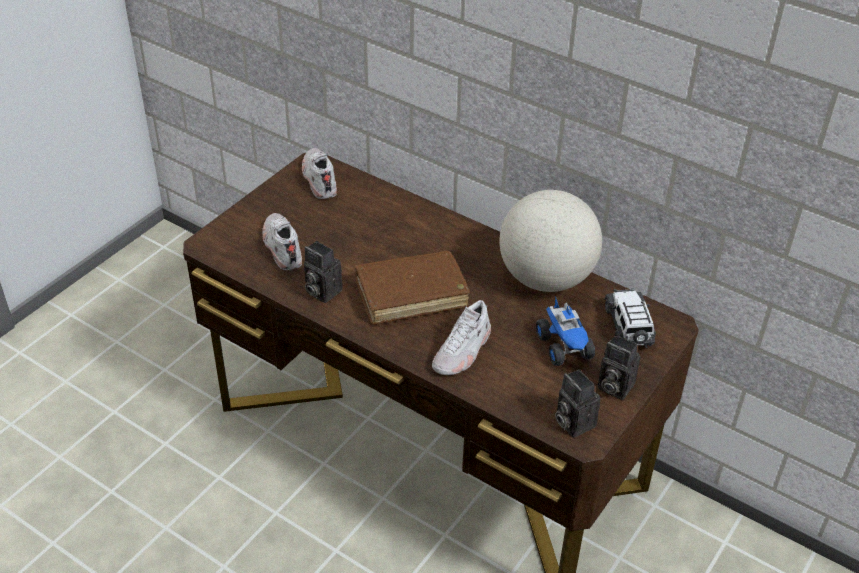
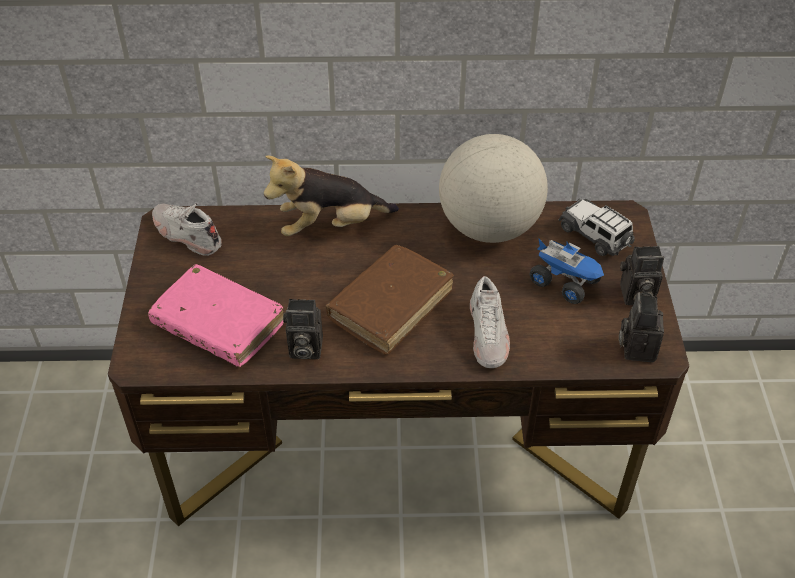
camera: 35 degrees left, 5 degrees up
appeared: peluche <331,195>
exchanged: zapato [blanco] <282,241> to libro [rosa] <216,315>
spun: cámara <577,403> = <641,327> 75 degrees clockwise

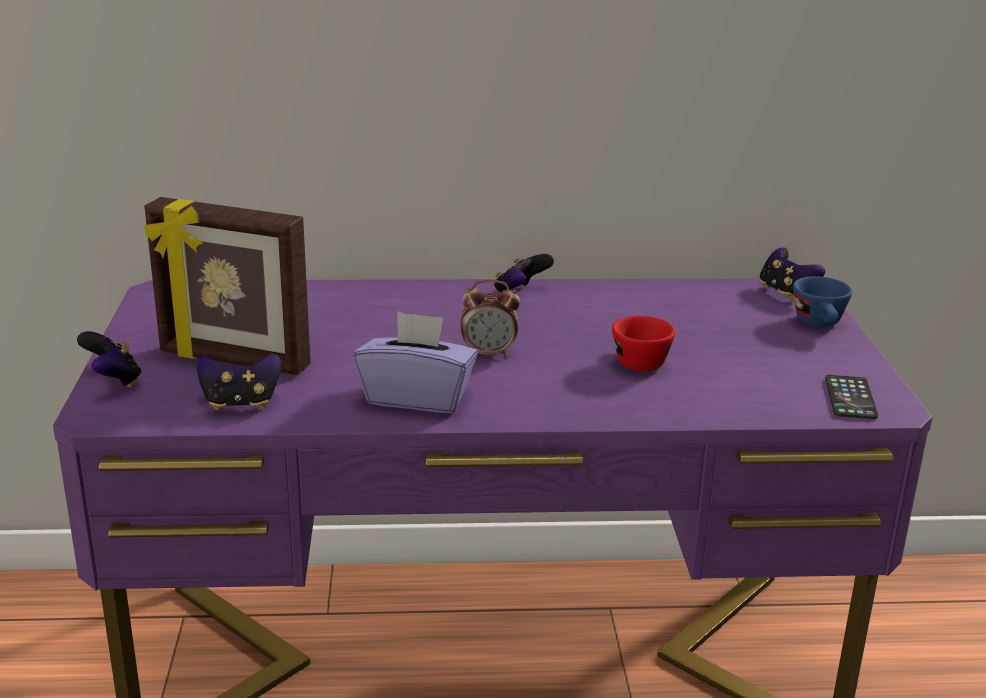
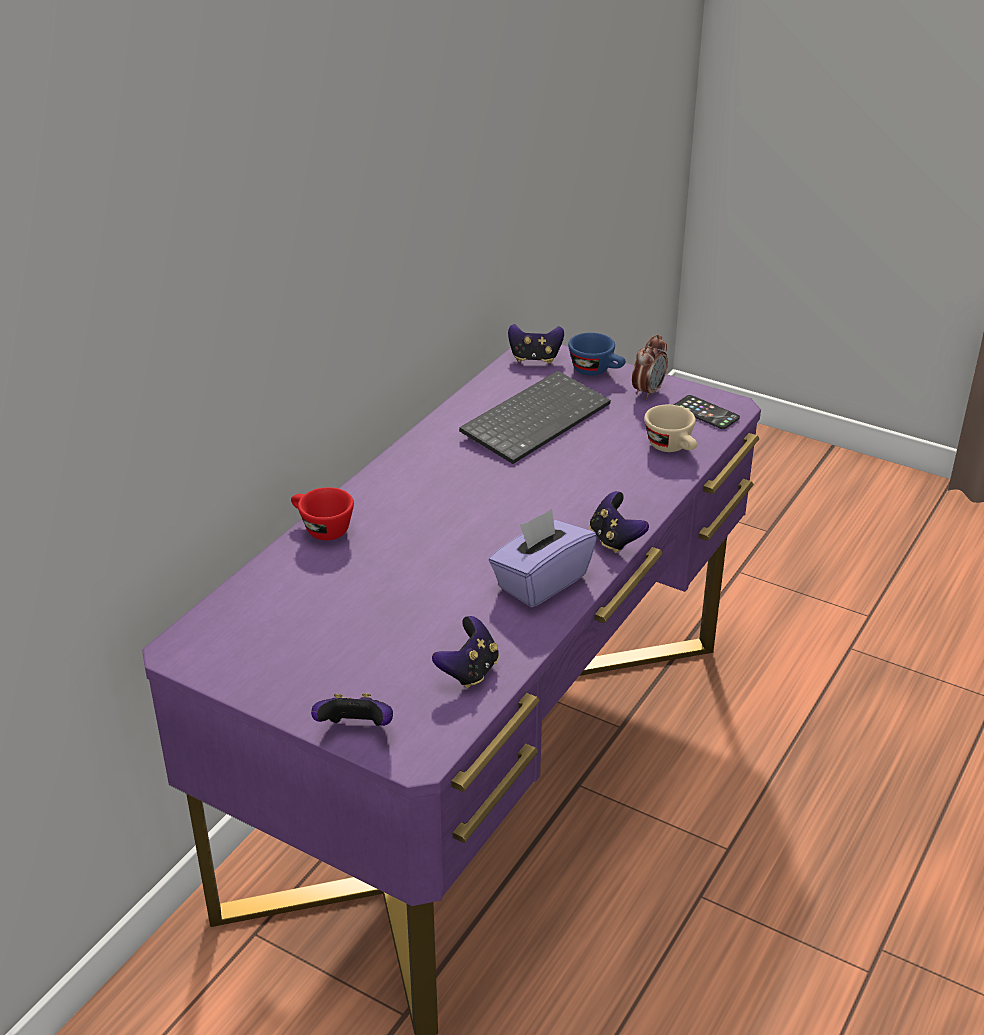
camera: 55 degrees left, 10 degrees up
missing: portarretratos <227,286>
appeared: teclado <535,417>; taza [beis] <670,428>
relocated: mando de consola <524,273> to <619,522>; despertador <490,319> to <650,366>; taza [rojo] <643,343> to <322,513>

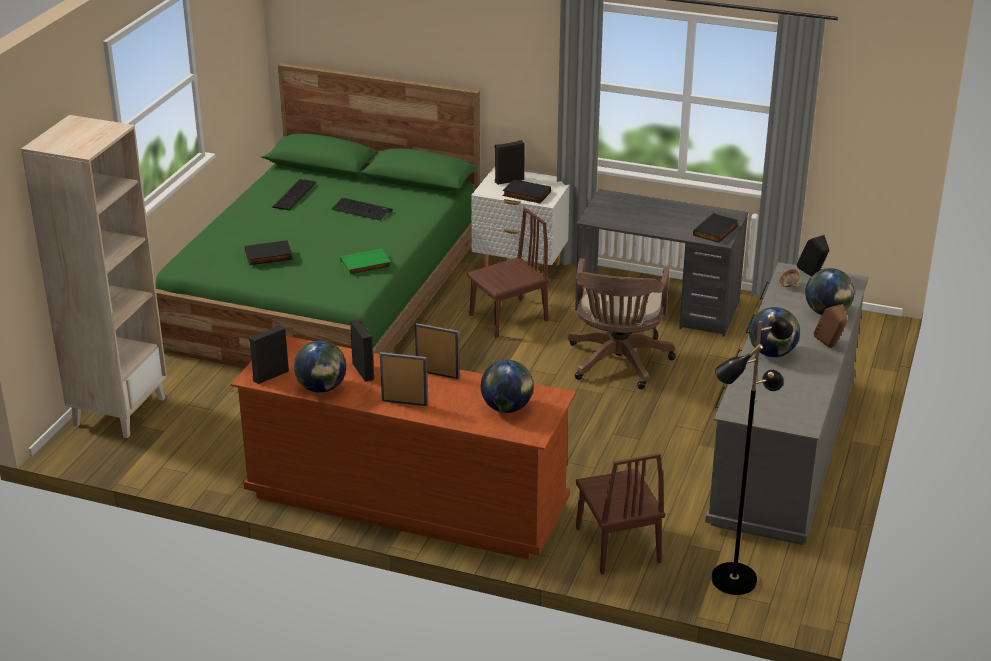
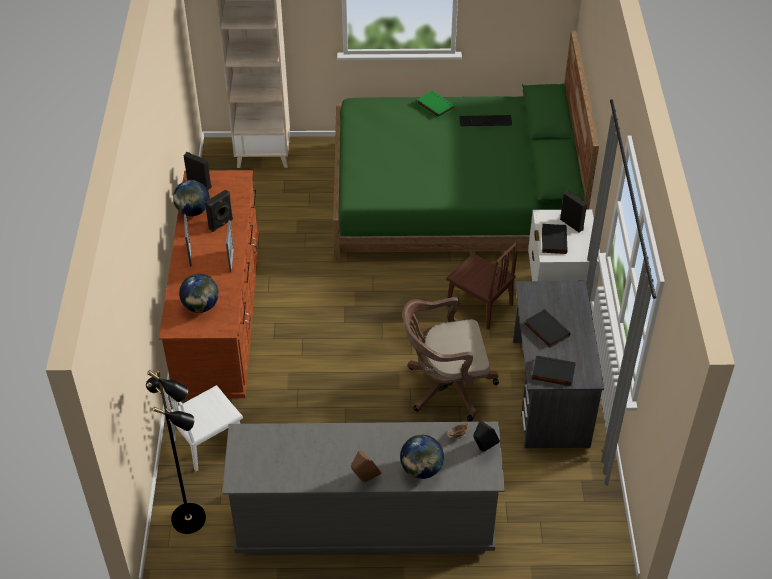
camera: 70 degrees right, 15 degrees up
missing: teclado <362,209>; globo terráqueo <774,332>
relocated: libro [negro] <269,252> to <547,328>; libro [verde] <365,262> to <435,104>
colour: silla [marrón] <620,514> to silla [blanco] <203,428>

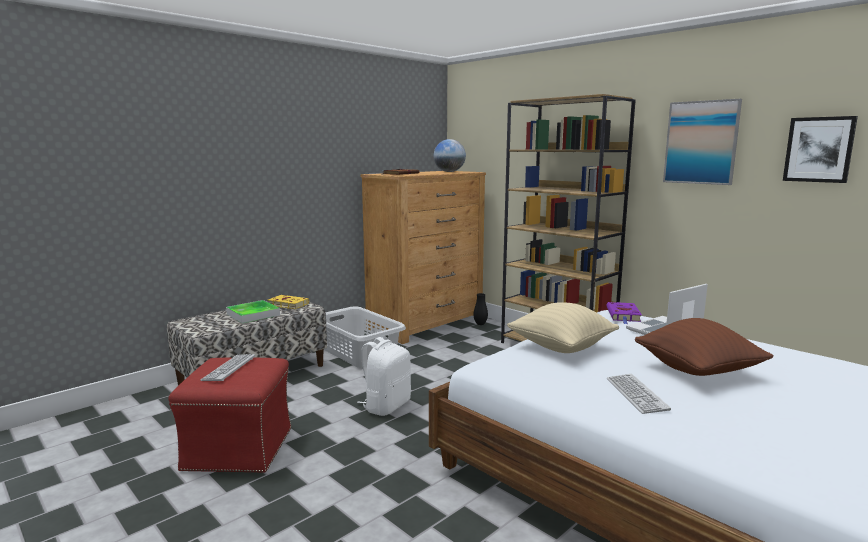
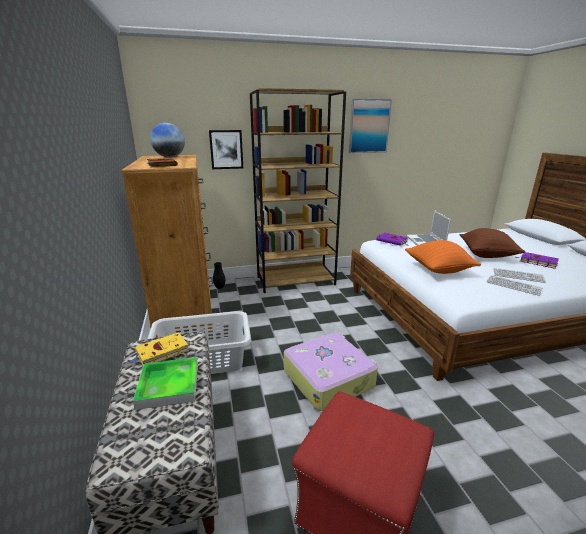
camera: 60 degrees left, 10 degrees up
appeared: libro [morado] <537,260>
relocated: cuadro <820,149> to <226,149>; teclado <227,367> to <514,285>
exchanged: mochila [blanco] <384,376> to maleta <331,372>
colour: cojín [beis] <563,327> to cojín [naranja] <443,257>

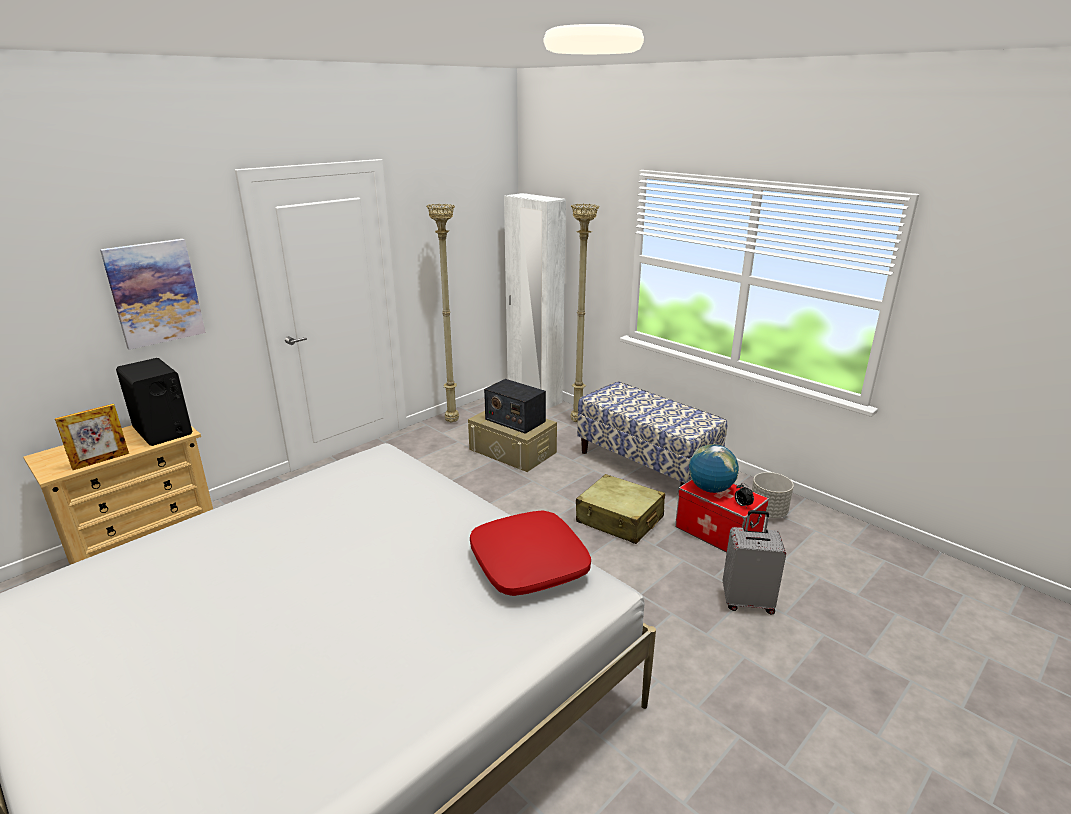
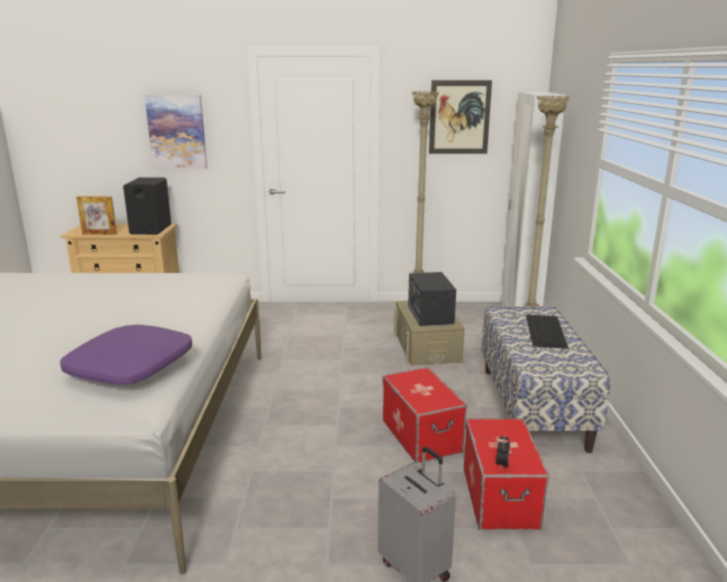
camera: 45 degrees right, 5 degrees down
missing: globo terráqueo <714,468>; maceta [gris] <773,495>
appeared: cuadro <460,117>; teclado <547,332>
exchanged: maleta [beis] <620,509> to caja de almacenaje <425,415>
colour: cojín [rojo] <530,553> to cojín [morado] <126,355>

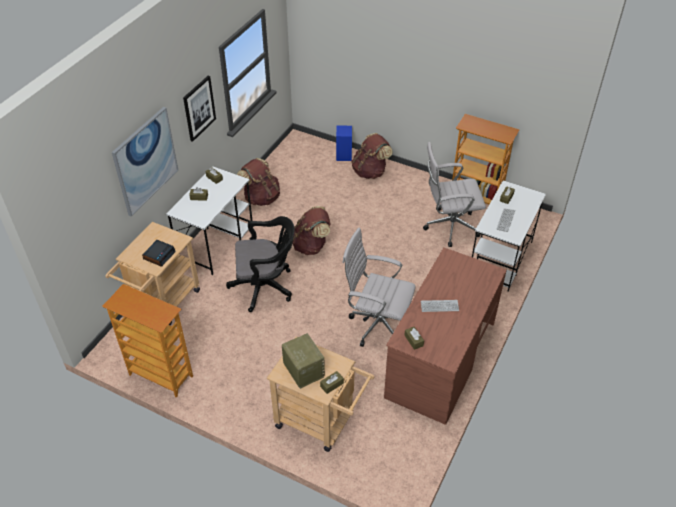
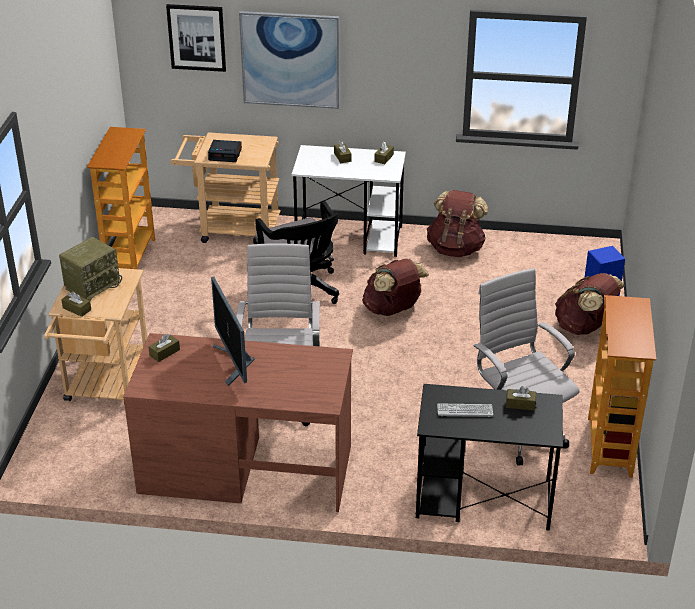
camera: 70 degrees right, 10 degrees down
relocated: cuadro <199,109> to <196,38>
exchanged: teclado <440,306> to monitor <233,331>
colour: escritorio [blanco] <509,236> to escritorio [negro] <489,457>

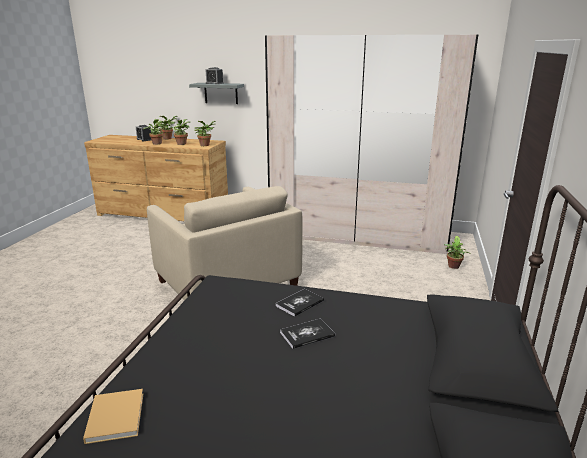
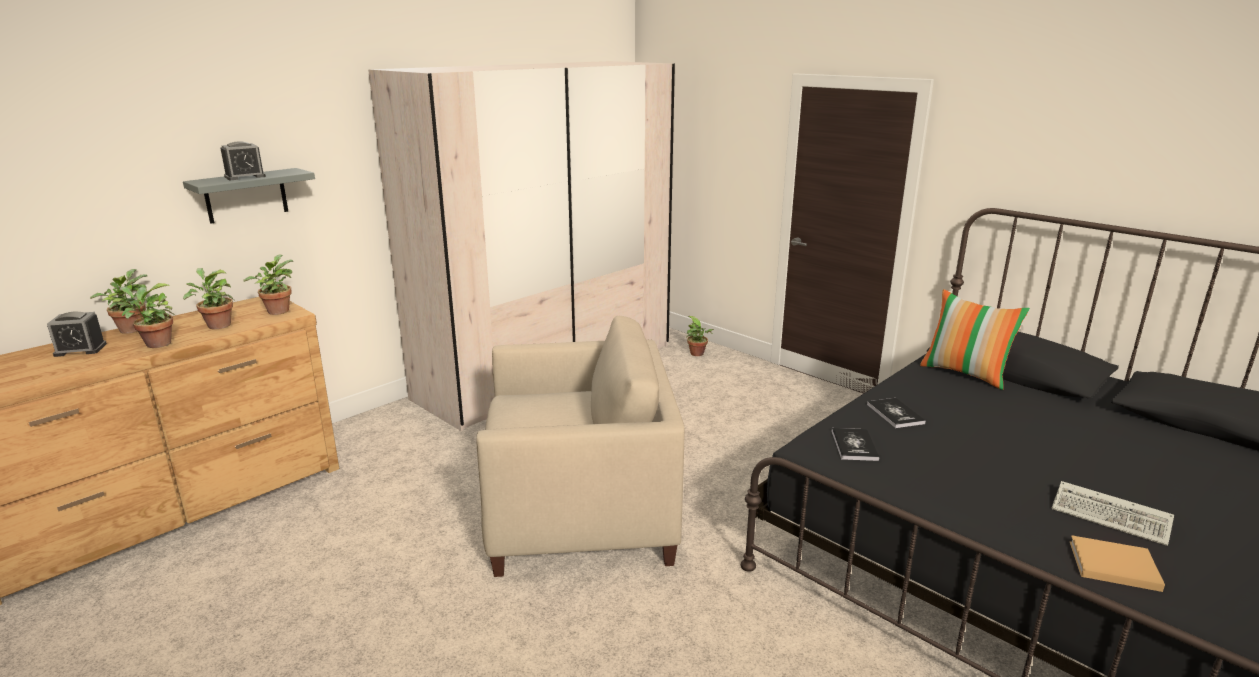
camera: 60 degrees left, 0 degrees up
appeared: cojín <975,339>; teclado <1112,513>
relocated: libro <307,333> to <855,444>

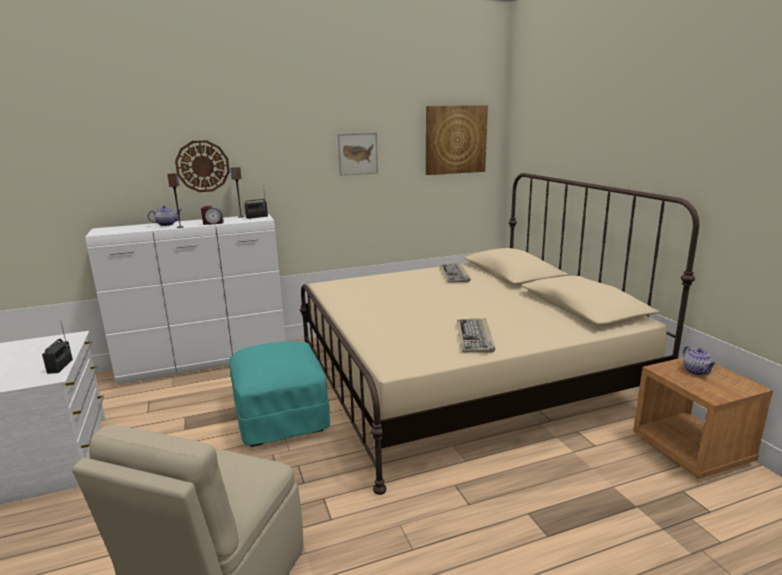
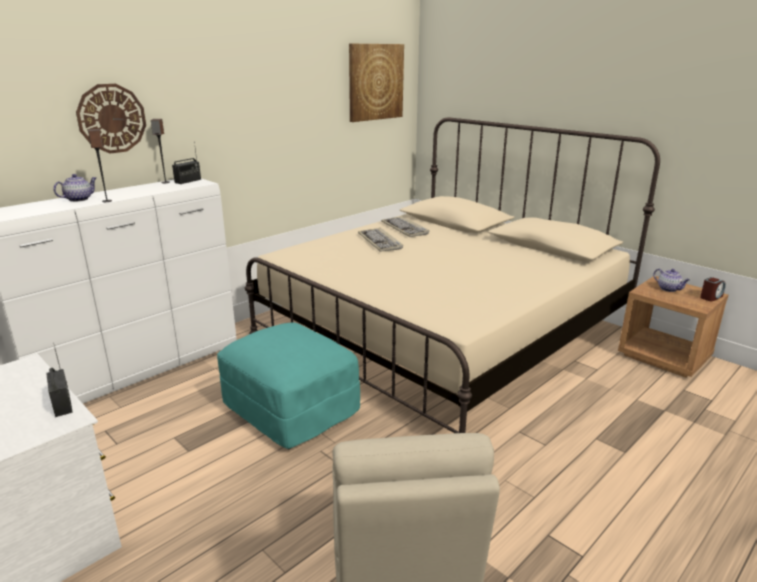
camera: 25 degrees left, 5 degrees up
missing: cuadro <358,154>
relocated: despertador <212,215> to <713,289>; teclado <476,335> to <380,240>

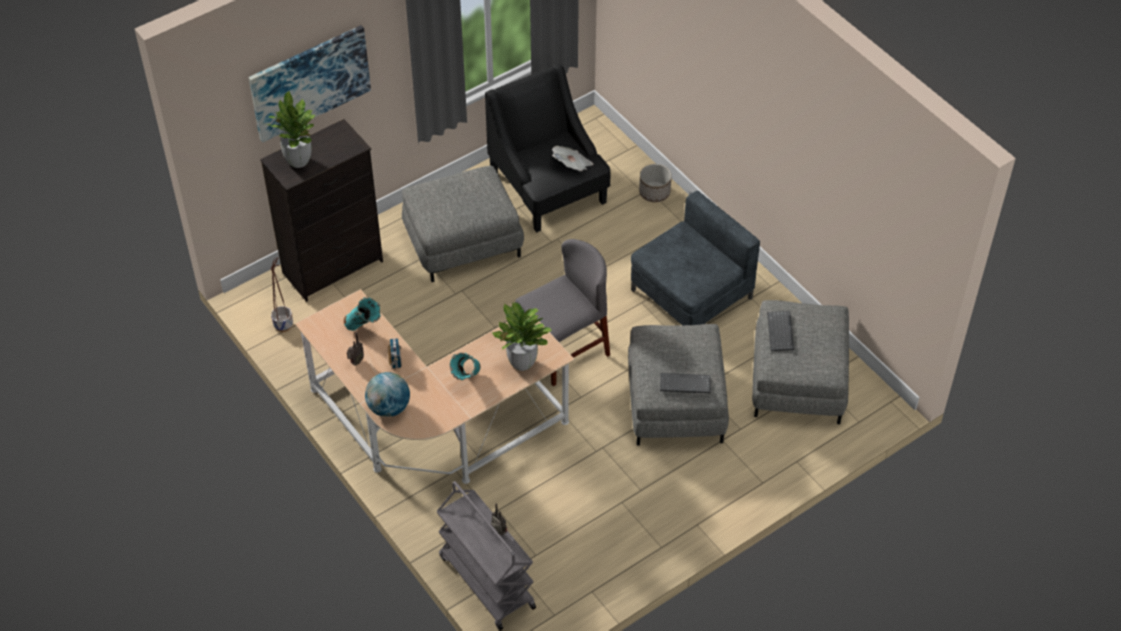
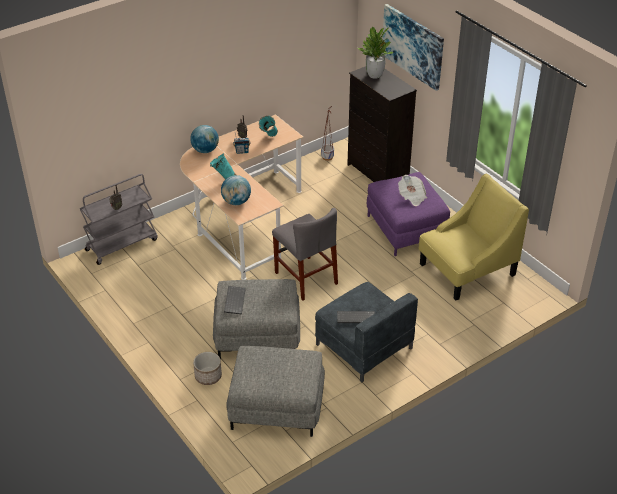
camera: 90 degrees right, 10 degrees down
relocated: periódico <572,158> to <412,190>; maceta <655,183> to <207,368>; teclado <780,331> to <356,317>
exchanged: planta en maceta <522,337> to globo terráqueo <236,190>
colour: sillón [negro] <547,148> to sillón [amarillo] <473,237>; puf [gris] <463,224> to puf [morado] <408,214>

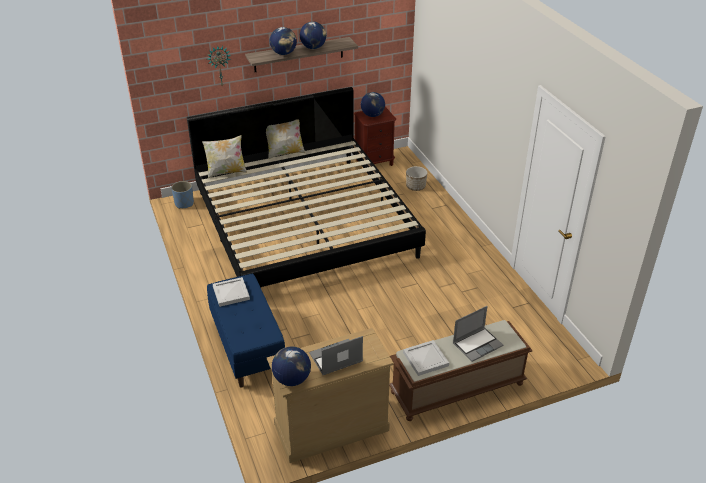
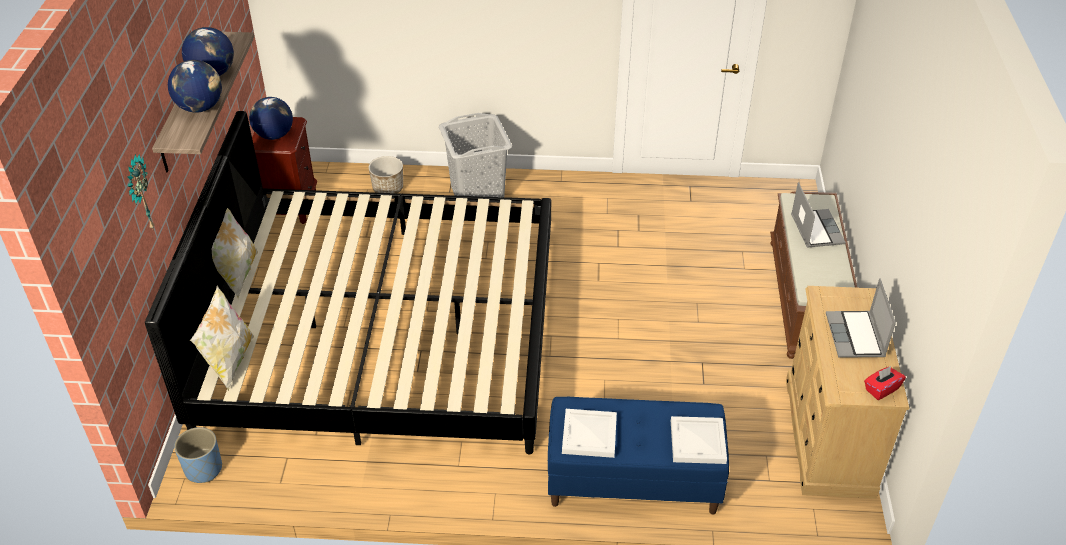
camera: 65 degrees left, 5 degrees up
appeared: cesto de la ropa [gris] <475,155>
relocated: bandeja [blanco] <426,358> to <699,440>
exchanged: globo terráqueo <291,366> to caja de pañuelos [rojo] <885,383>

